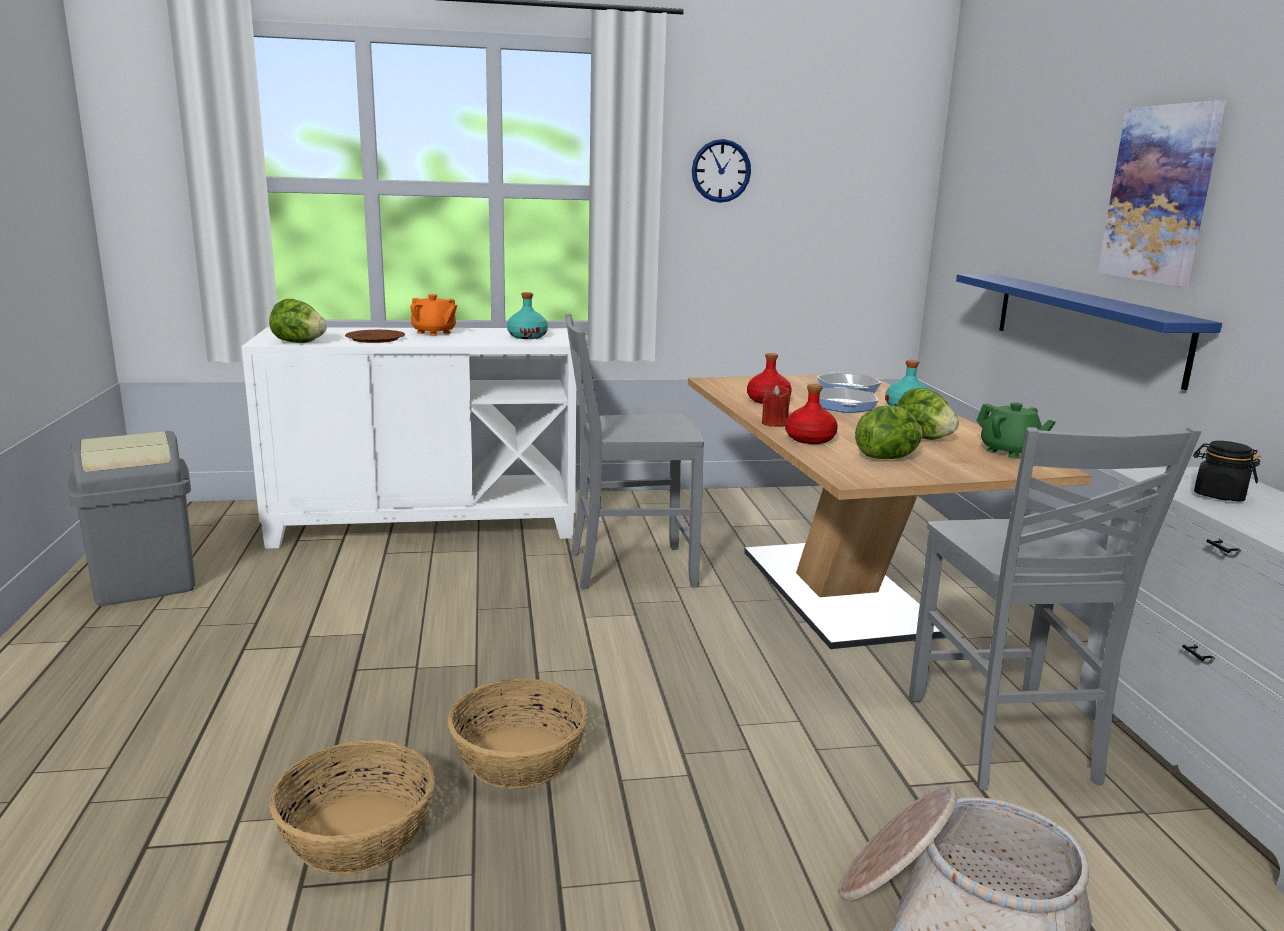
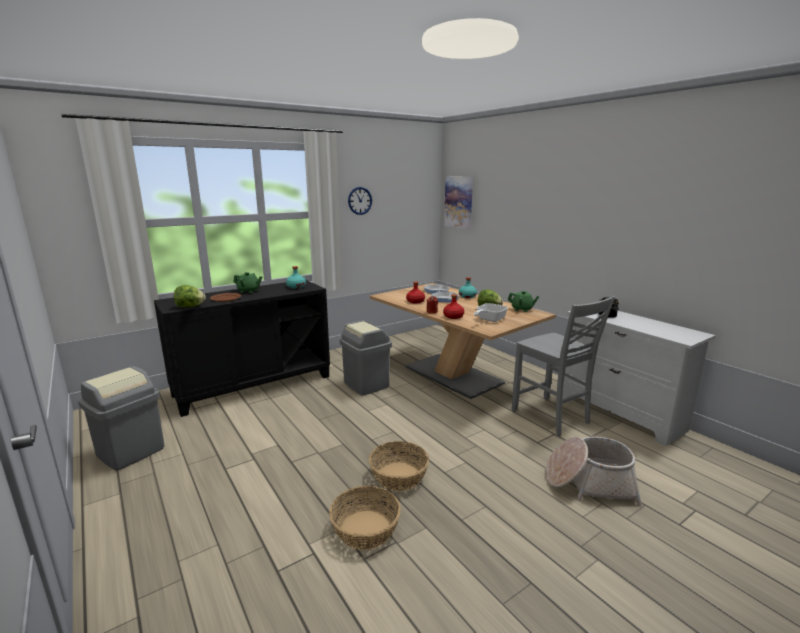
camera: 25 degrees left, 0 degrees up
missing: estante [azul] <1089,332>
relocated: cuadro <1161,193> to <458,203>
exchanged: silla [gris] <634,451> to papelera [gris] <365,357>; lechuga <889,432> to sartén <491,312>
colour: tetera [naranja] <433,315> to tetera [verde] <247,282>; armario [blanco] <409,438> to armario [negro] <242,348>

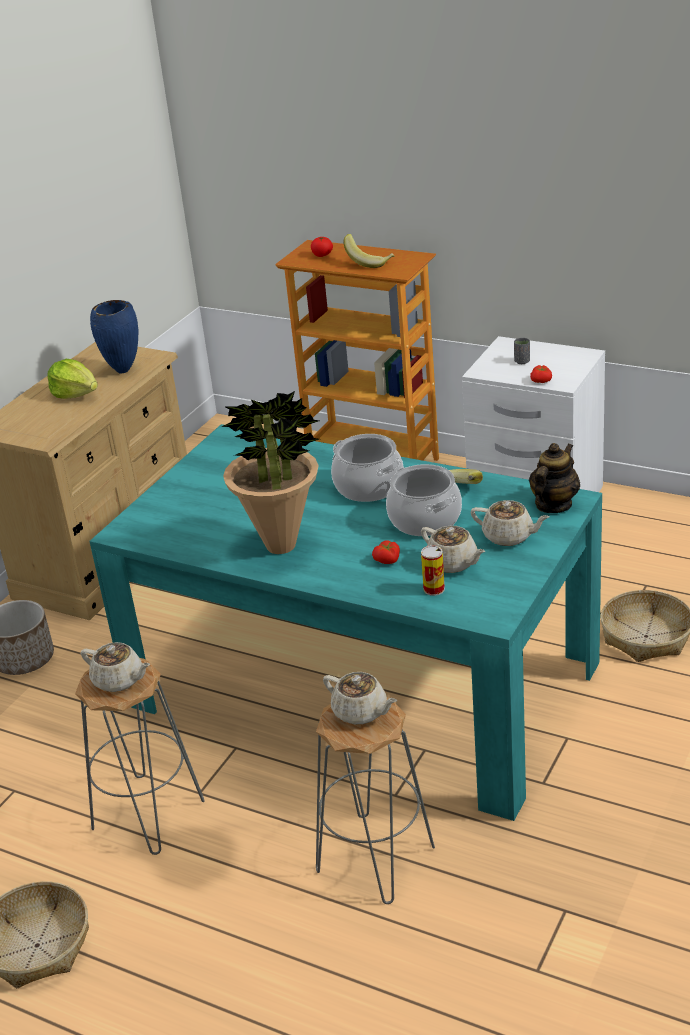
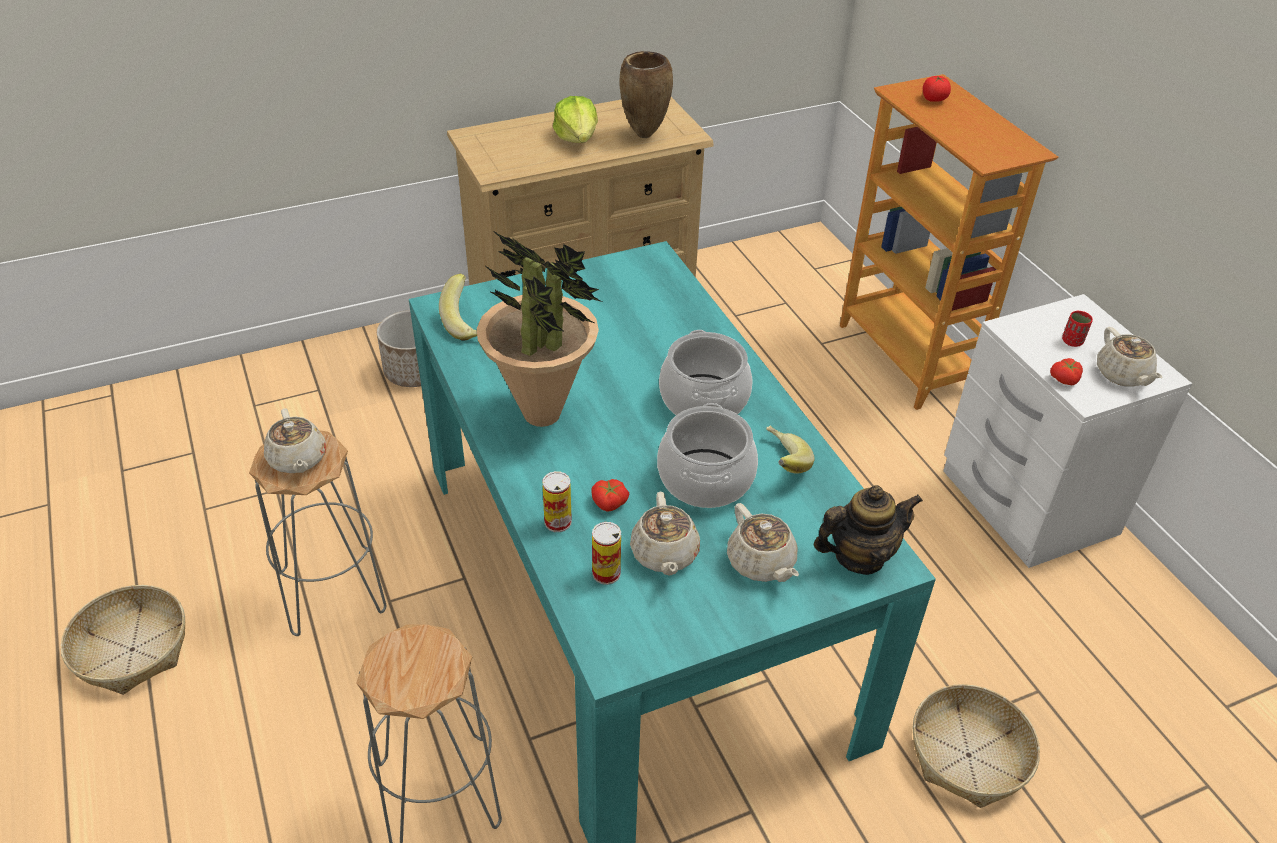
camera: 35 degrees right, 10 degrees up
appeared: lata <557,501>
relocated: plátano <369,251> to <458,307>; tetera [beis] <360,698> to <1130,357>
colour: florero [azul] <114,337> to florero [marrón] <646,94>; taza [gris] <522,351> to taza [rojo] <1077,328>

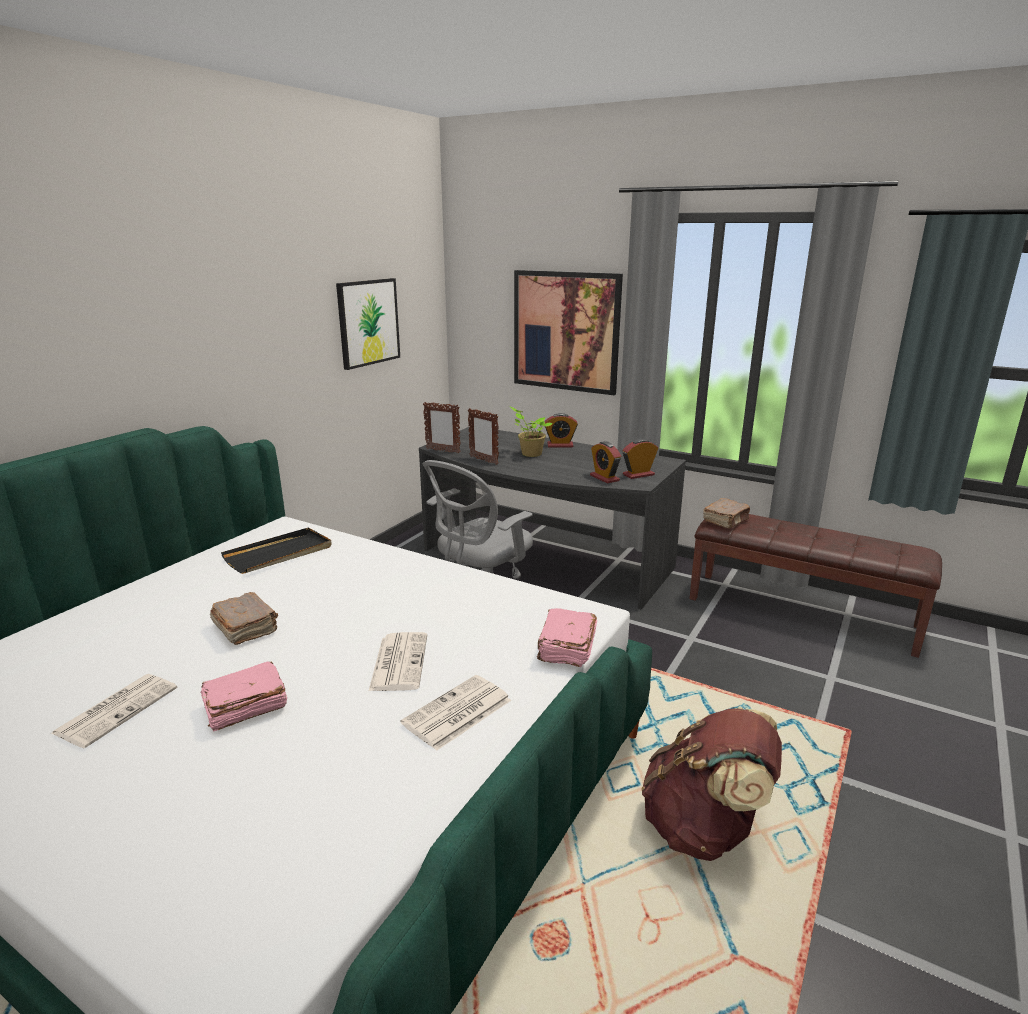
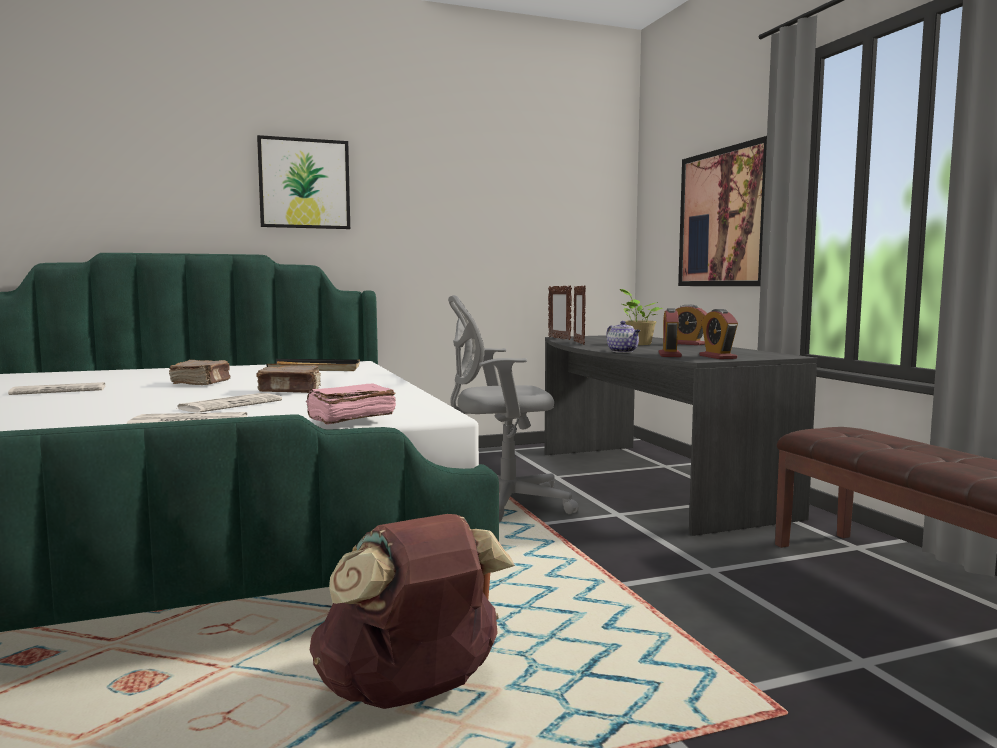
camera: 40 degrees right, 15 degrees down
missing: libro [rosa] <243,697>
appeared: tetera <623,337>
relocated: cuadro <368,324> to <303,182>; libro [marrón] <726,513> to <288,379>
spun: despertador <640,459> = <718,334> 120 degrees counterclockwise

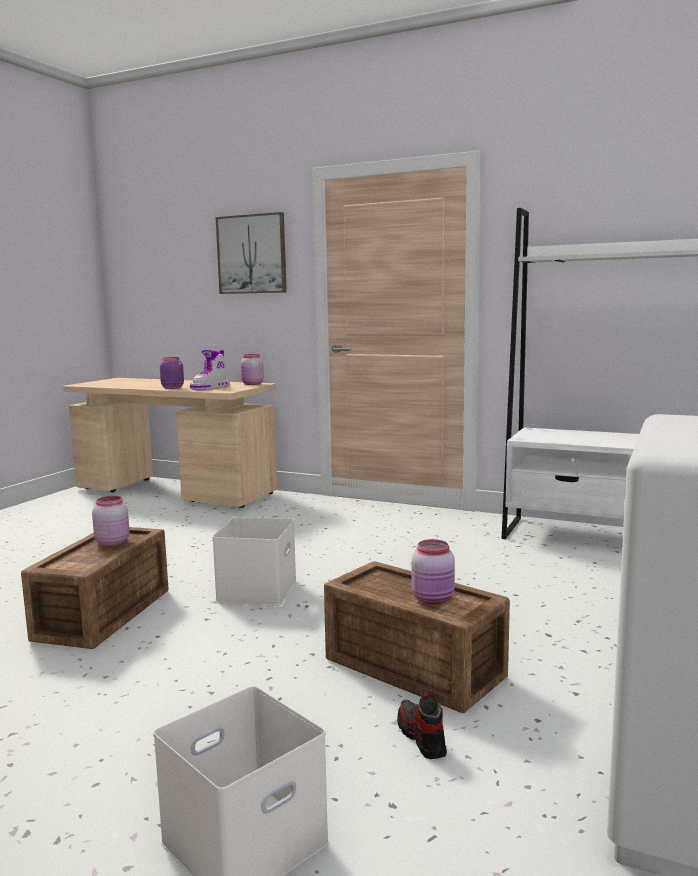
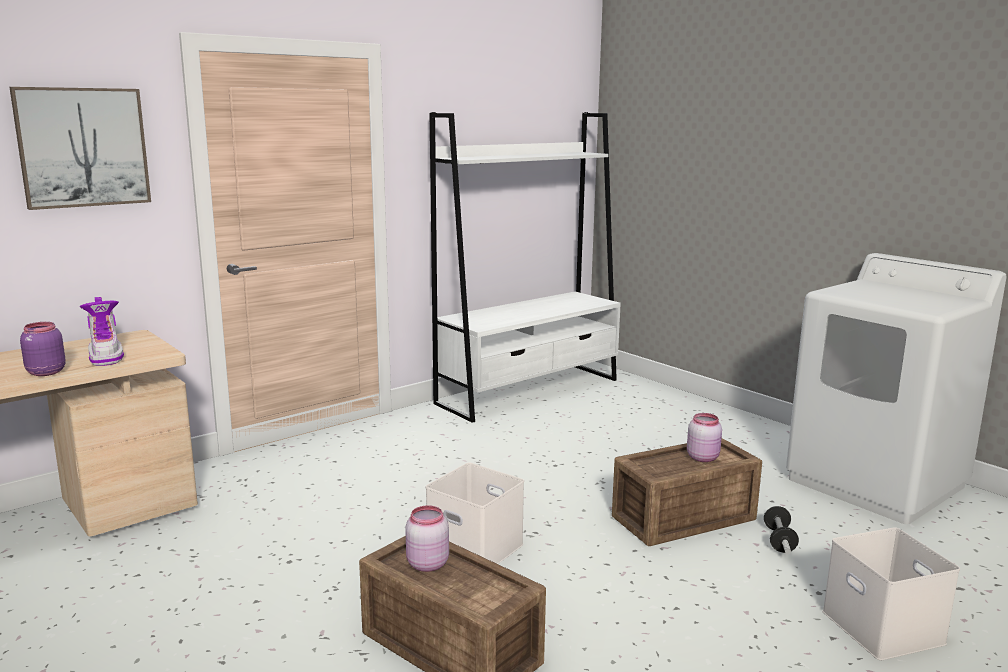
camera: 65 degrees left, 5 degrees up
missing: tarro [rosa] <252,369>
exchanged: zapato <422,726> to mancuerna <781,530>

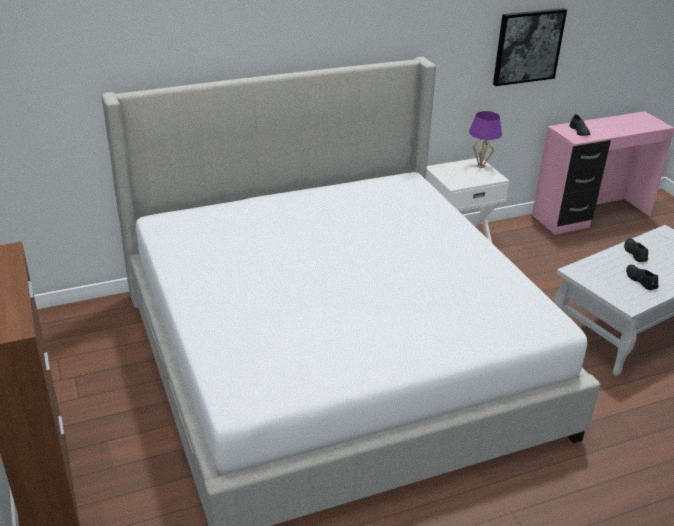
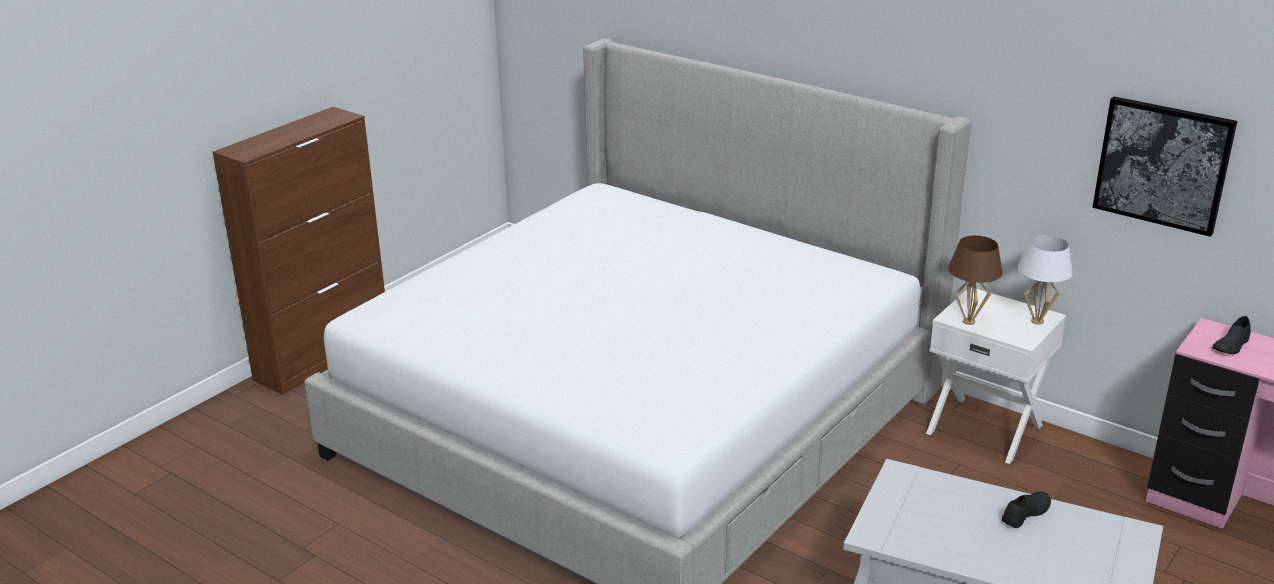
camera: 60 degrees right, 5 degrees down
missing: zapato [negro] <642,277>
appeared: lámpara de mesa [marrón] <975,280>
colour: lámpara de mesa [morado] <485,139> to lámpara de mesa [blanco] <1045,280>

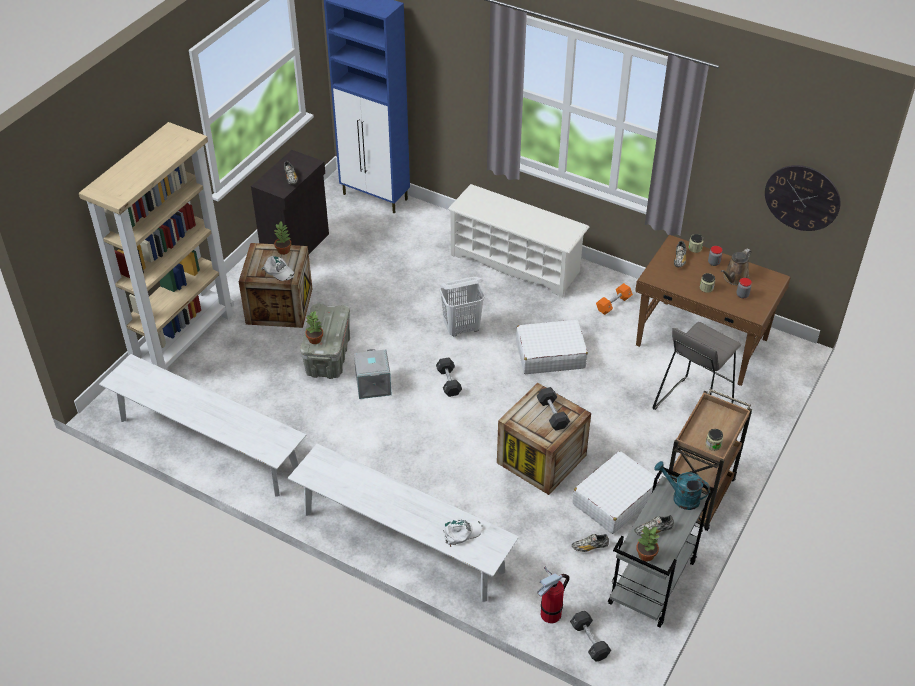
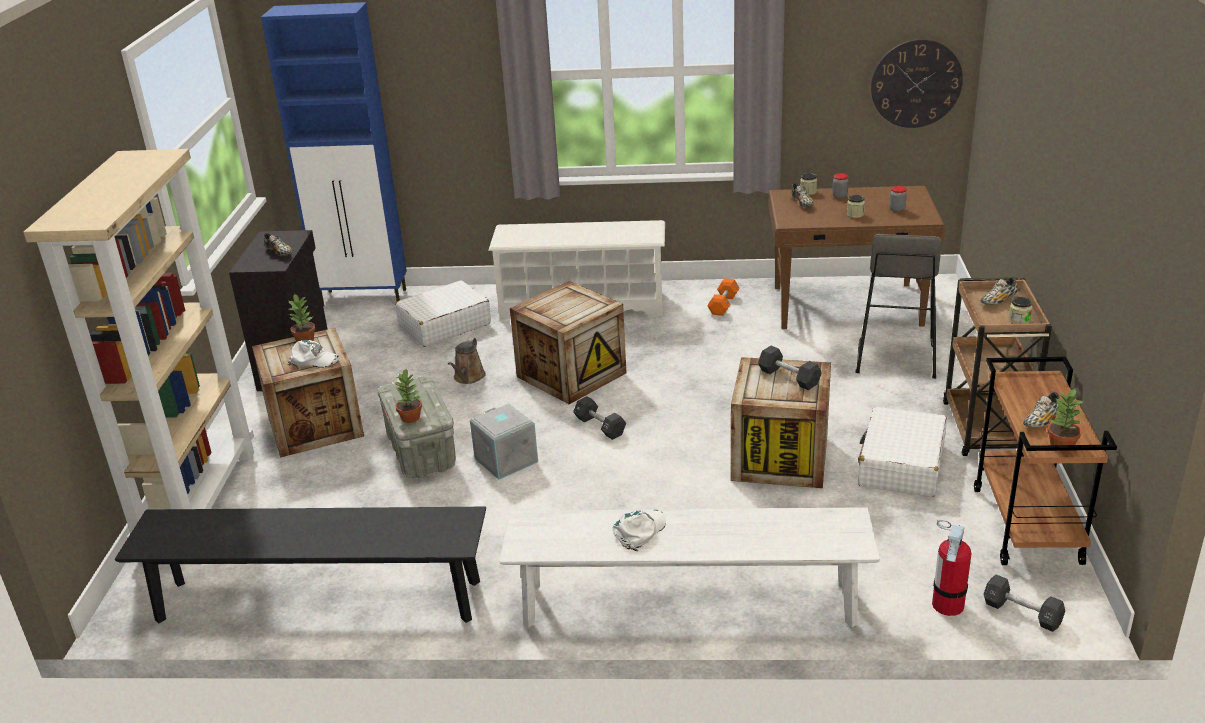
camera: 25 degrees left, 15 degrees down
missing: regadera [turquesa] <682,485>
relocated: regadera [marrón] <736,266> to <467,361>; maleta [blanco] <552,347> to <443,313>; gorra [blanco] <462,532> to <639,530>; zapato <590,543> to <999,291>
exchanged: cesto de la ropa [blanco] <462,306> to caja de embalaje <568,342>
colour: banco [blanco] <202,425> to banco [negro] <300,565>; carrito [gris] <661,548> to carrito [marrón] <1045,461>

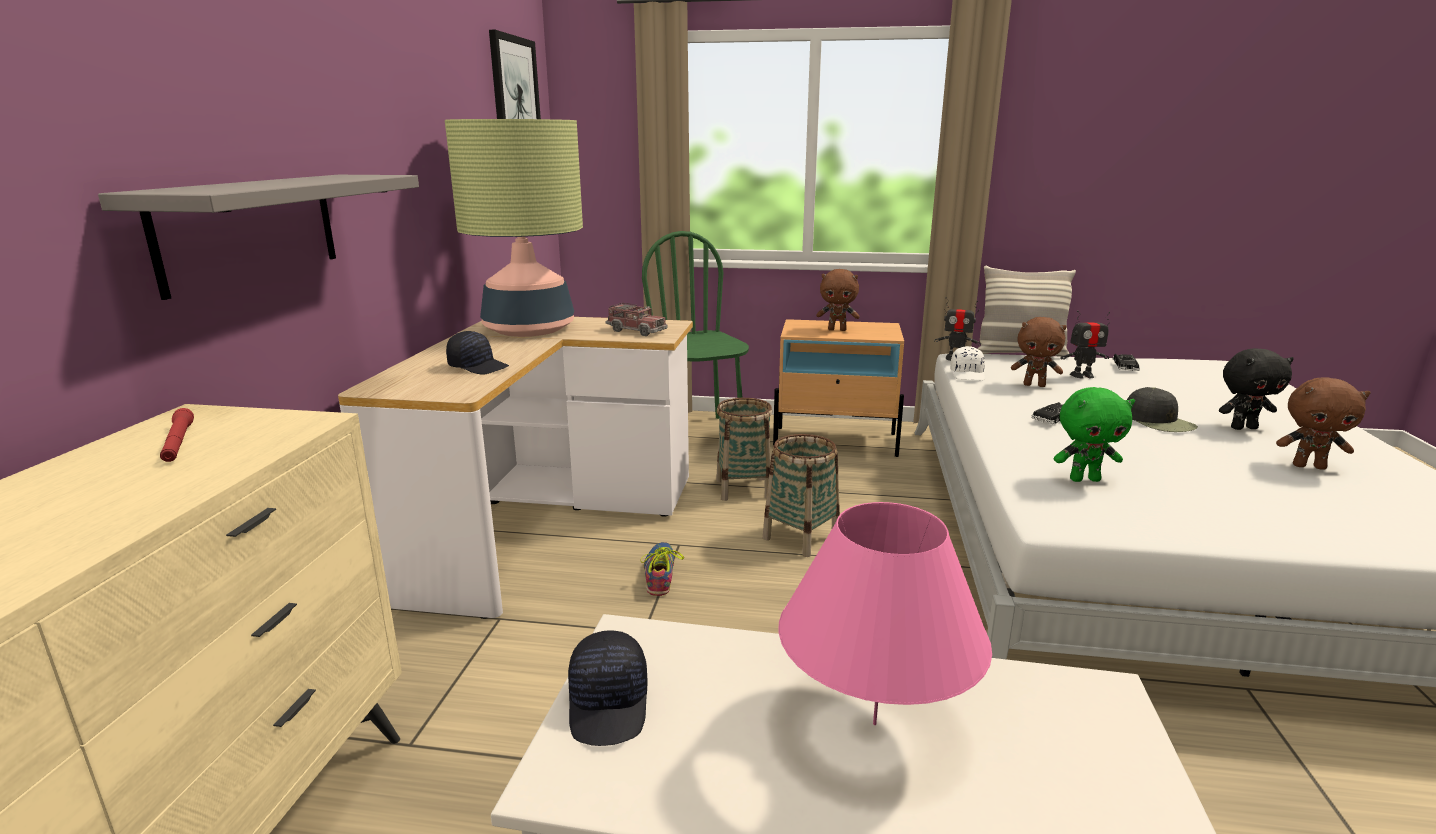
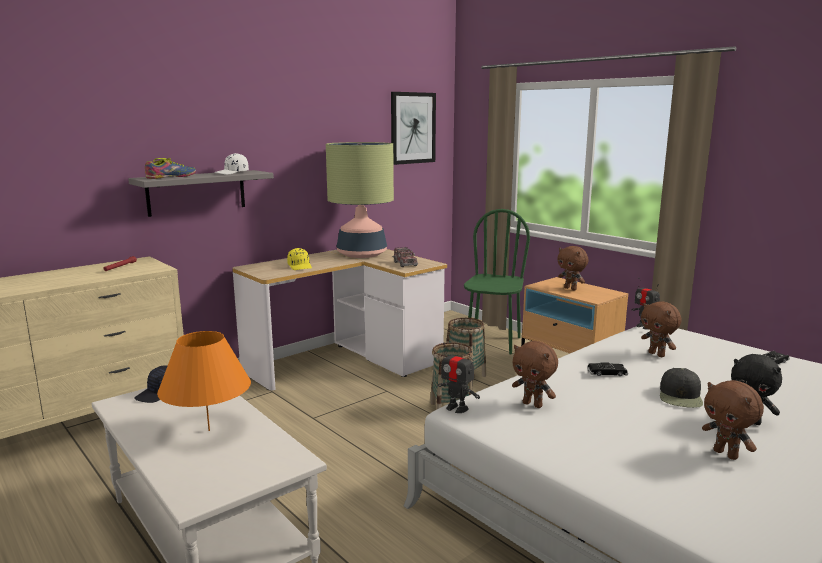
camera: 40 degrees right, 5 degrees down
missing: cojín <1027,312>
relocated: robot de juguete <1086,345> to <458,377>; gorra [blanco] <967,363> to <232,164>; zapato <662,569> to <170,168>
colour: gorra [negro] <477,353> to gorra [amarillo] <299,259>; peluche [verde] <1094,434> to peluche [marrón] <535,374>; lámpara de mesa [rosa] <885,613> to lámpara de mesa [naranja] <204,381>

